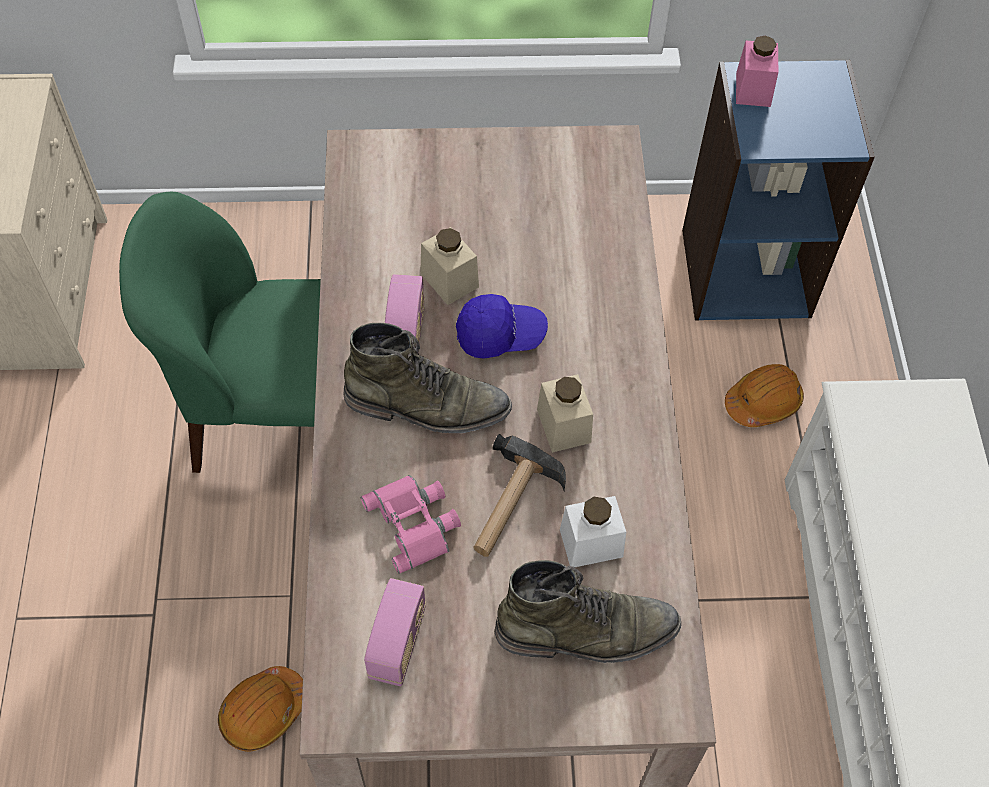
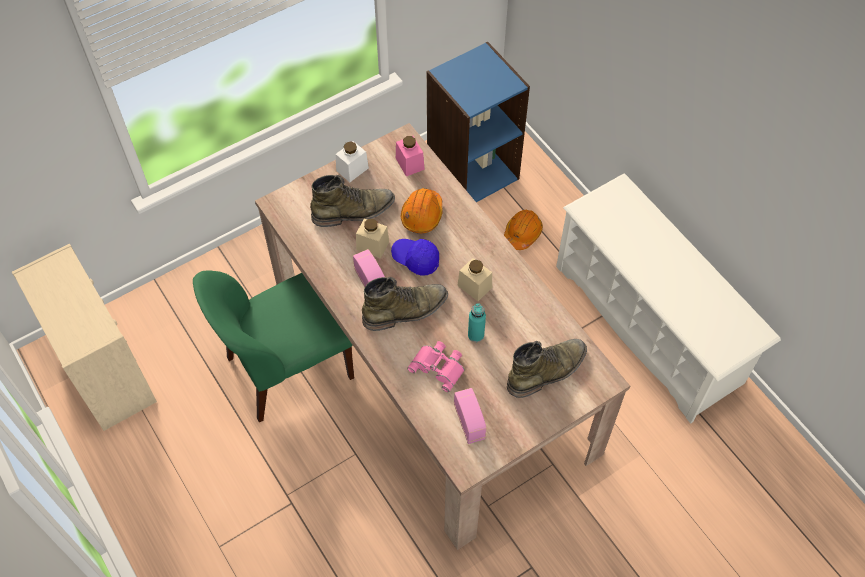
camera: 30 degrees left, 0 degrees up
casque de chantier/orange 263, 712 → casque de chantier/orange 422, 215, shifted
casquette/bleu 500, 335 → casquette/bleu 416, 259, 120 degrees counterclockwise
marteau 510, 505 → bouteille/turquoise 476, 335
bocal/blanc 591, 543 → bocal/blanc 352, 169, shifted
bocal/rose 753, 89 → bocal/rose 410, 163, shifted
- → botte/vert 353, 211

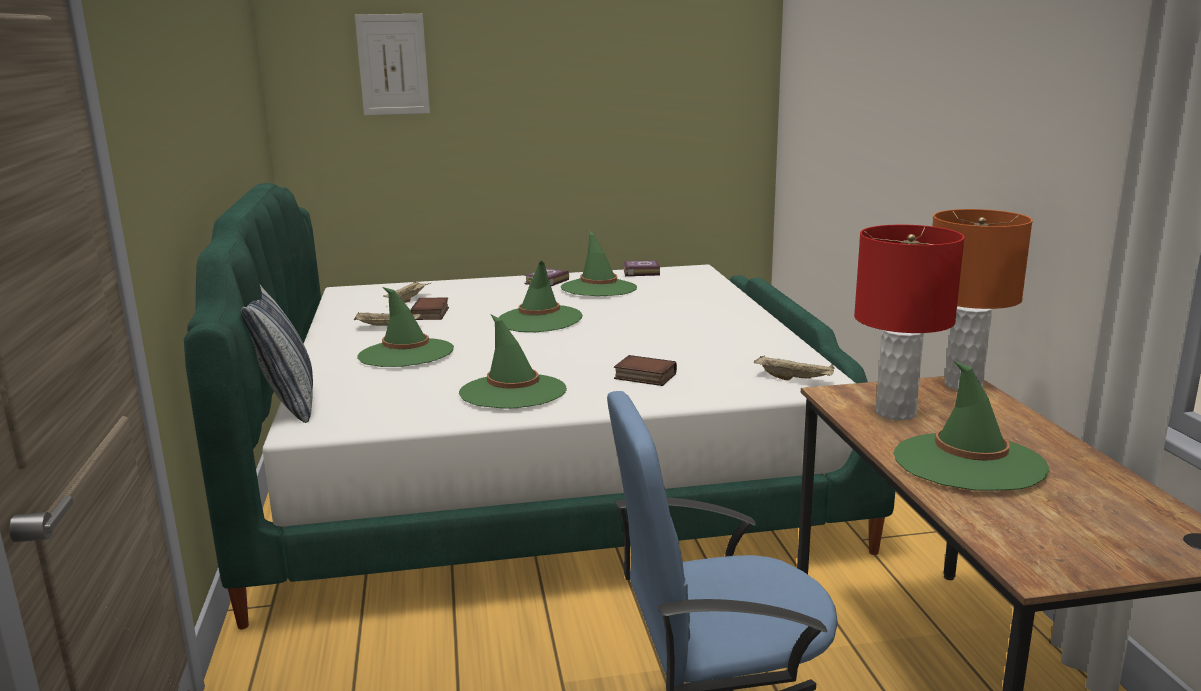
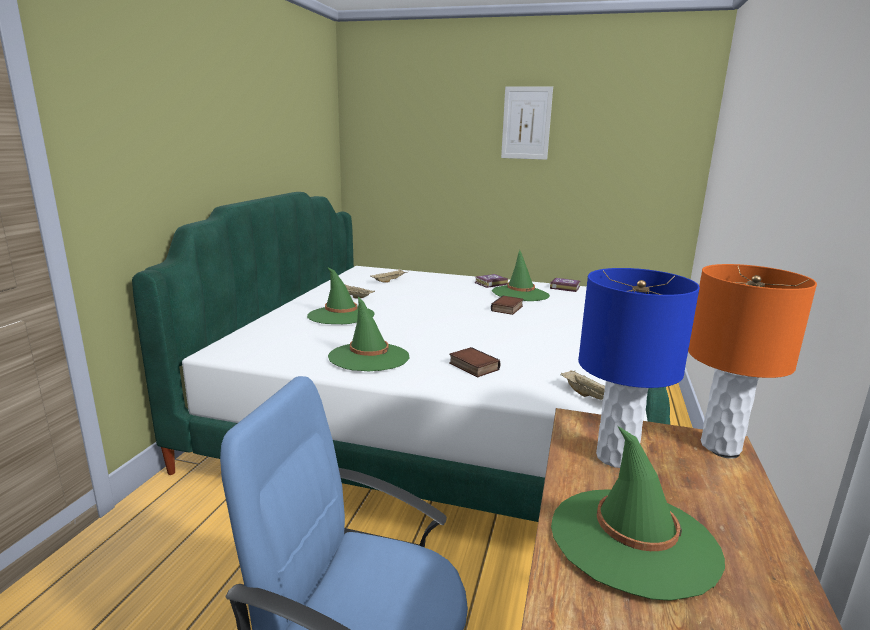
camera: 25 degrees right, 0 degrees up
coussin 288, 403 → -
tableau 393, 64 → tableau 526, 123, shifted
livre 431, 314 → livre 508, 309, shifted
chapeau/vert 539, 320 → -
lampe de table/rouge 894, 413 → lampe de table/bleu 615, 457

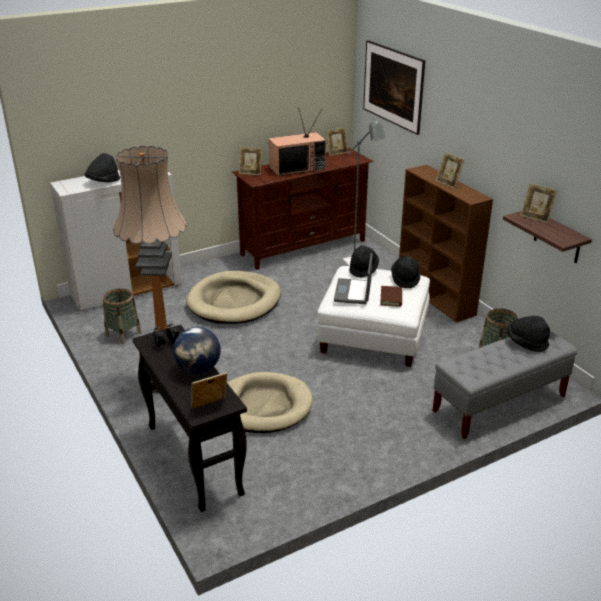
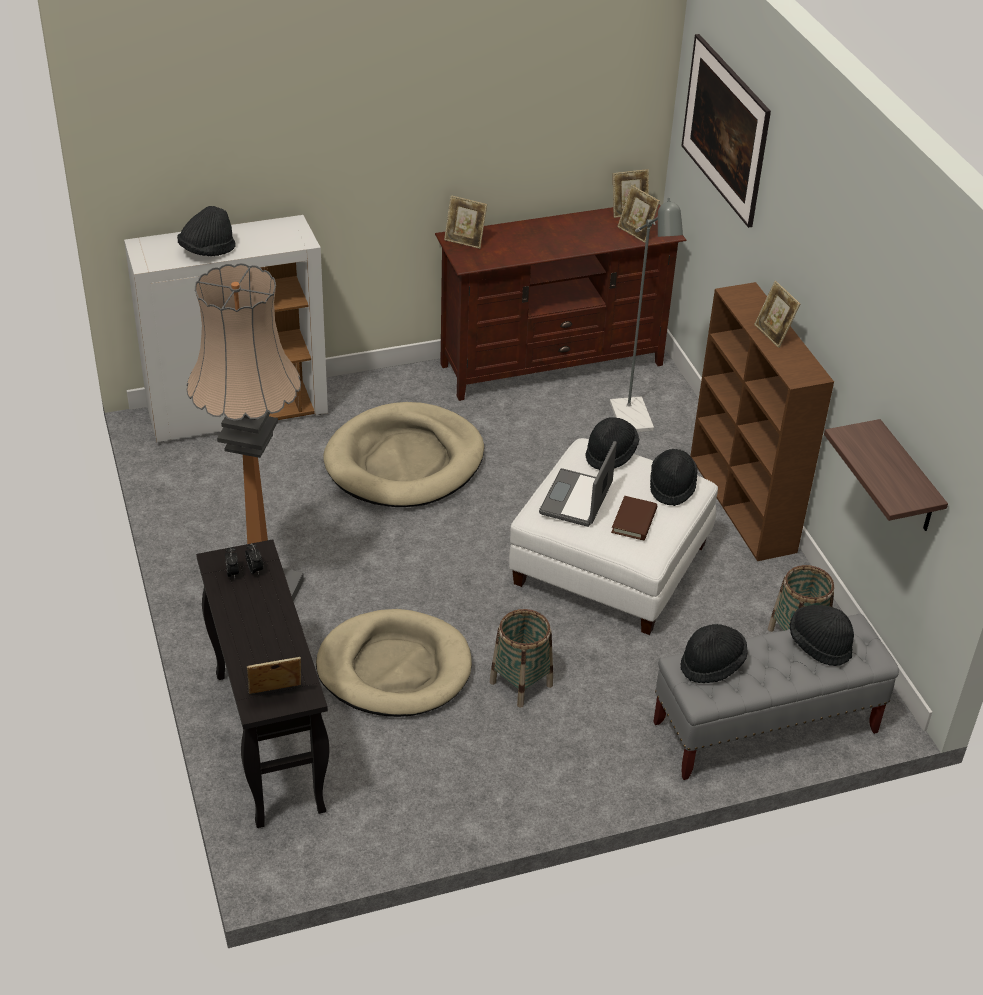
camera: 10 degrees right, 10 degrees up
panier 123, 334 → panier 521, 683, shifted
globe 198, 369 → -
téléviseur 297, 168 → -
cadre photo 536, 217 → cadre photo 636, 232, shifted
- → chapeau/noir 712, 664

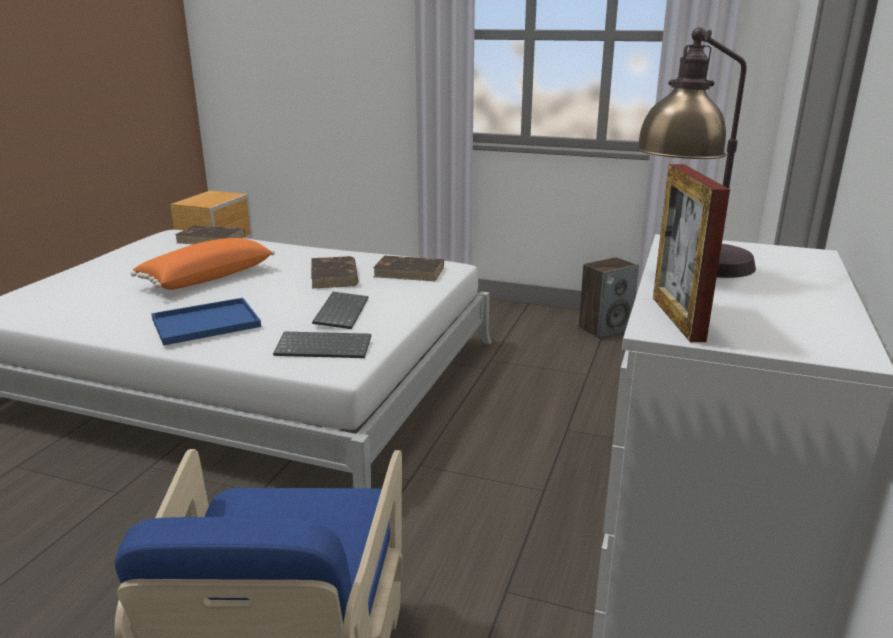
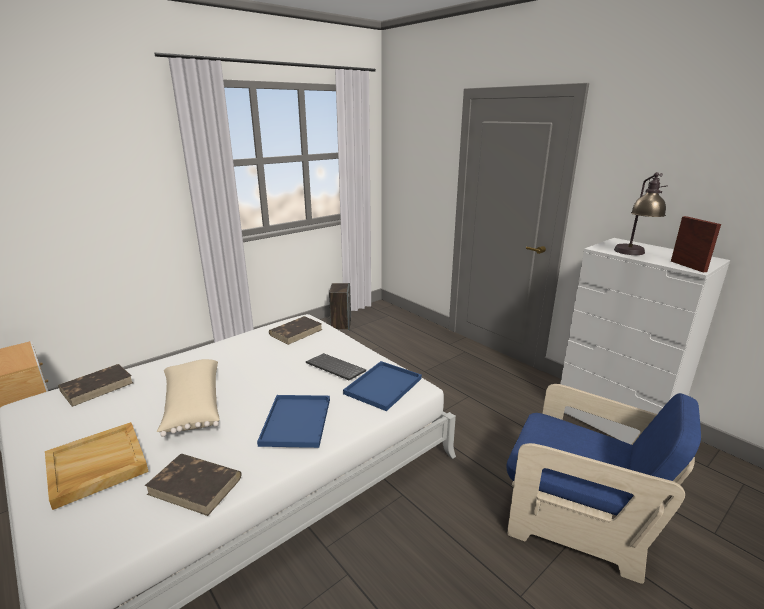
camera: 60 degrees left, 0 degrees up
coussin/orange 206, 278 → coussin/beige 192, 406
clavier 325, 347 → plateau/bleu 383, 385
livre/marron 334, 276 → livre/marron 196, 486, shifted
cadre photo 677, 318 → cadre photo 688, 266, 135 degrees counterclockwise
- → plateau/beige 96, 466

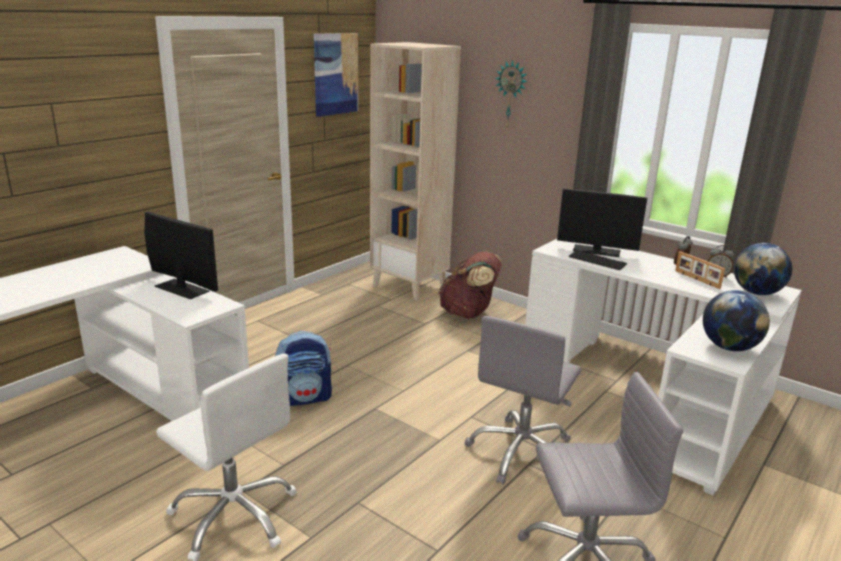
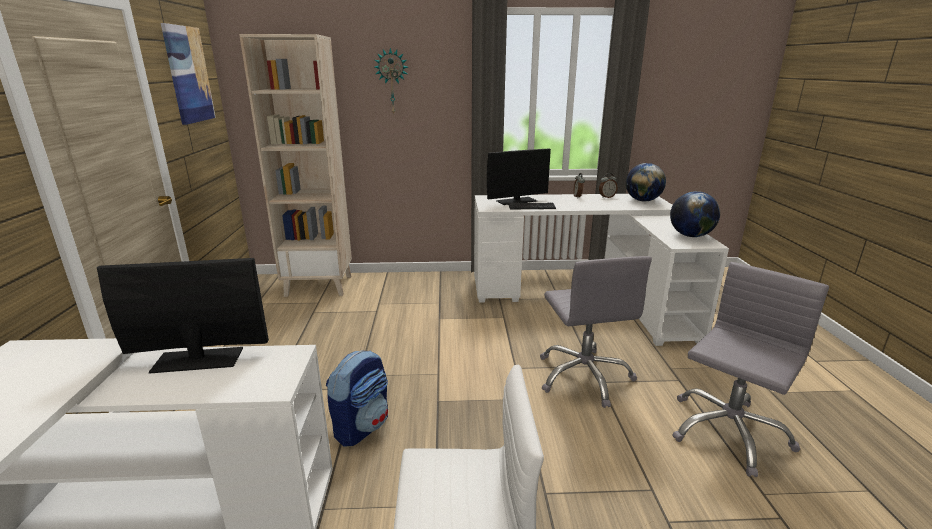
camera: 40 degrees left, 0 degrees up
sac à dos/marron 469, 313 → -
cadre photo 696, 279 → -

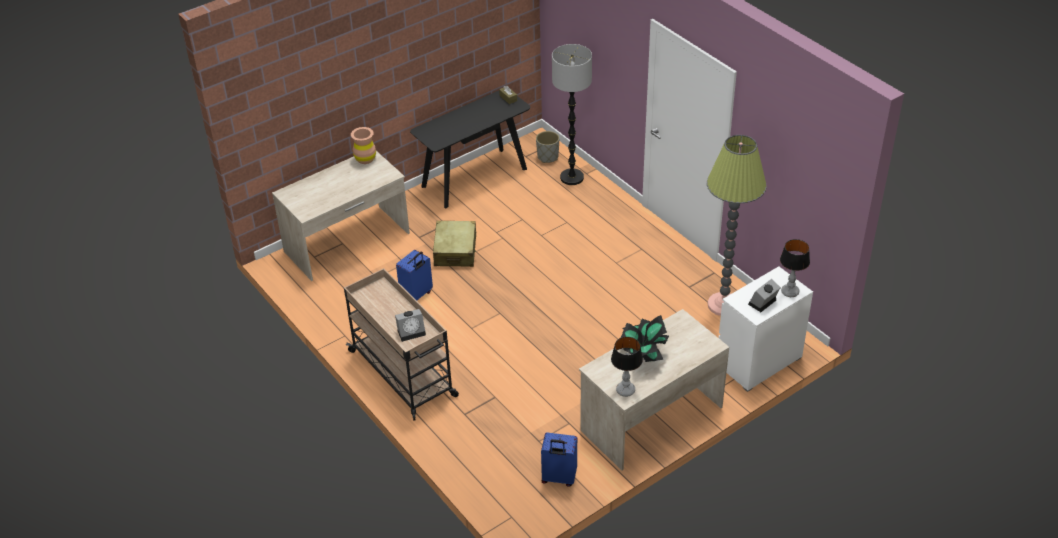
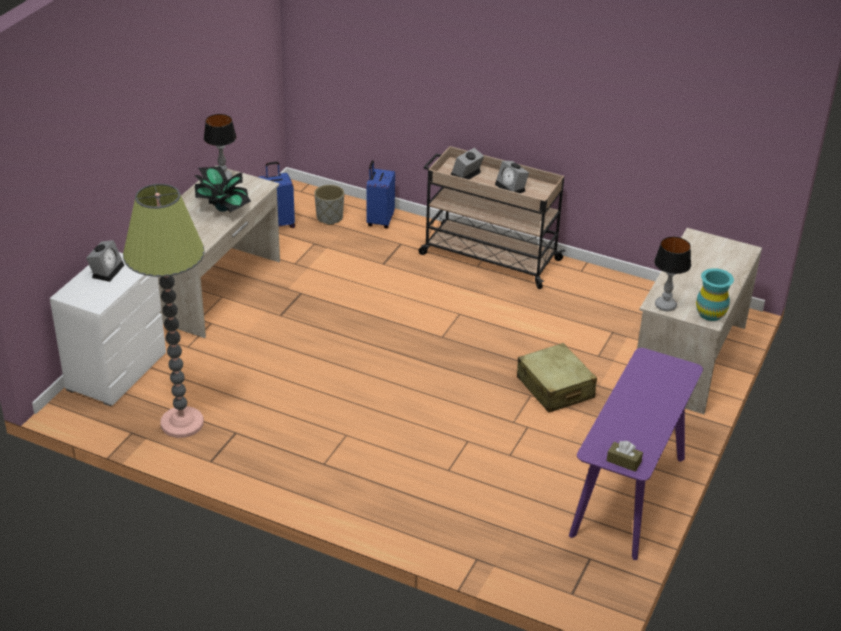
camera: 150 degrees right, 5 degrees down
vase/marron 365, 159 → vase/turquoise 710, 314
valise/bleu 417, 295 → valise/bleu 379, 221, shifted
table console/noir 474, 177 → table console/violet 629, 496
cache-pot/gris 547, 157 → cache-pot/gris 330, 218, shifted
lampadaire 572, 177 → -
lampe de table 789, 292 → lampe de table 666, 305, shifted
- → réveil 512, 188

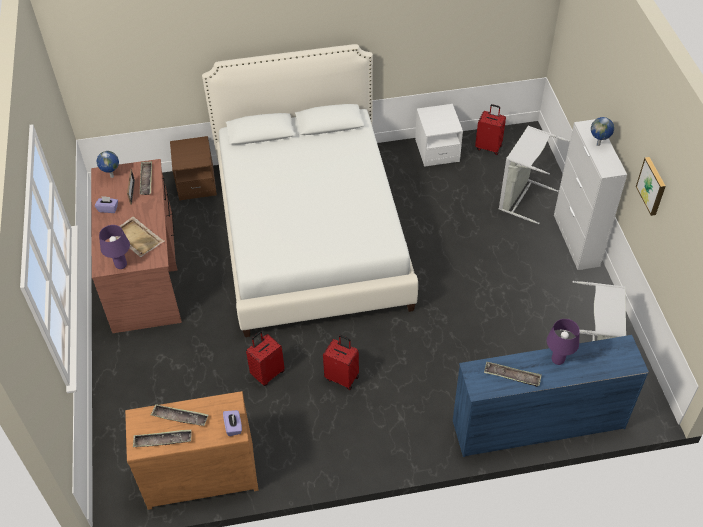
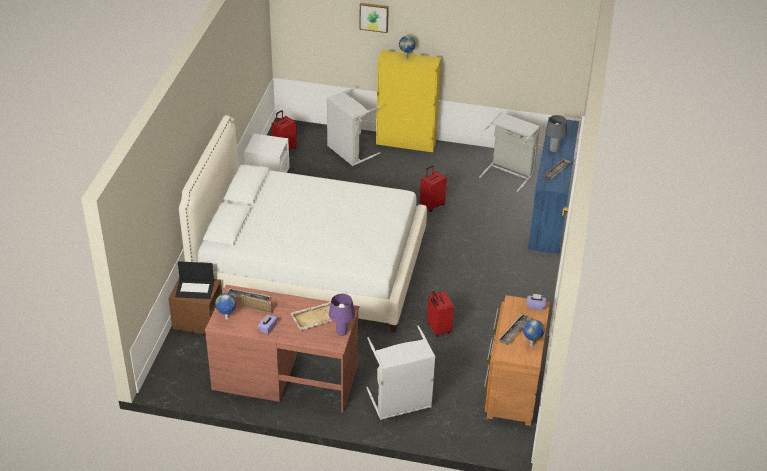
camera: 70 degrees left, 10 degrees down
plateau 163, 440 → globe 531, 344
valise/rouge 342, 377 → valise/rouge 432, 205, shifted
lampe de table/violet 558, 360 → lampe de table/gris 553, 150
meuble de rangement/blanc 576, 240 → meuble de rangement/jaune 406, 143
tableau 652, 186 → tableau 374, 17, shifted
- → ordinateur portable 195, 289
- → panier à linge/gris 400, 403

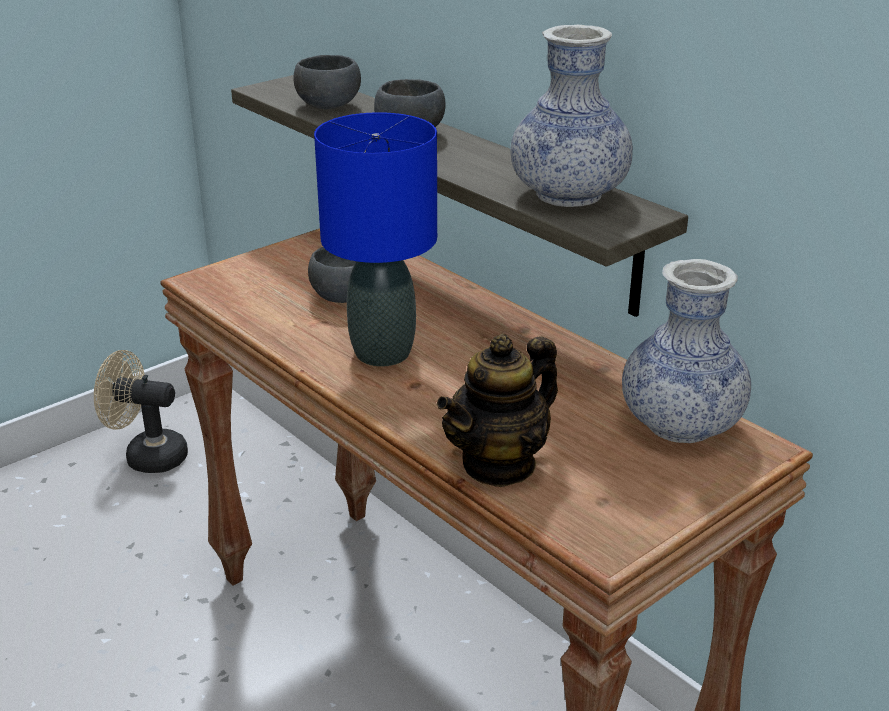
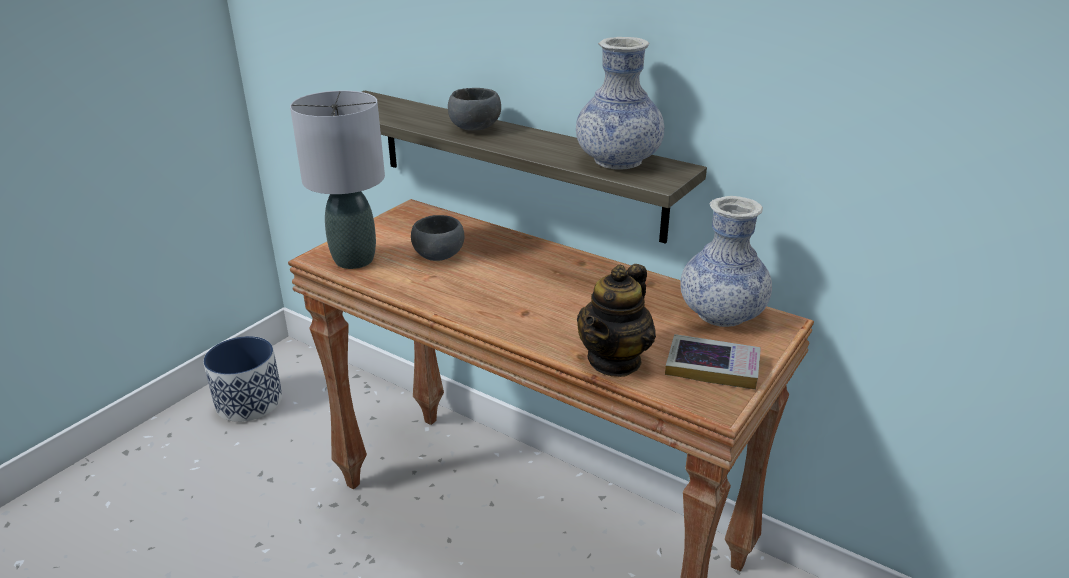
camera: 15 degrees left, 0 degrees up
ventilateur/beige 147, 456 → cache-pot 249, 402
bol/gris 329, 105 → -
lampe de table/bleu 382, 352 → -
- → lampe de table/gris 355, 260
- → livre 712, 367

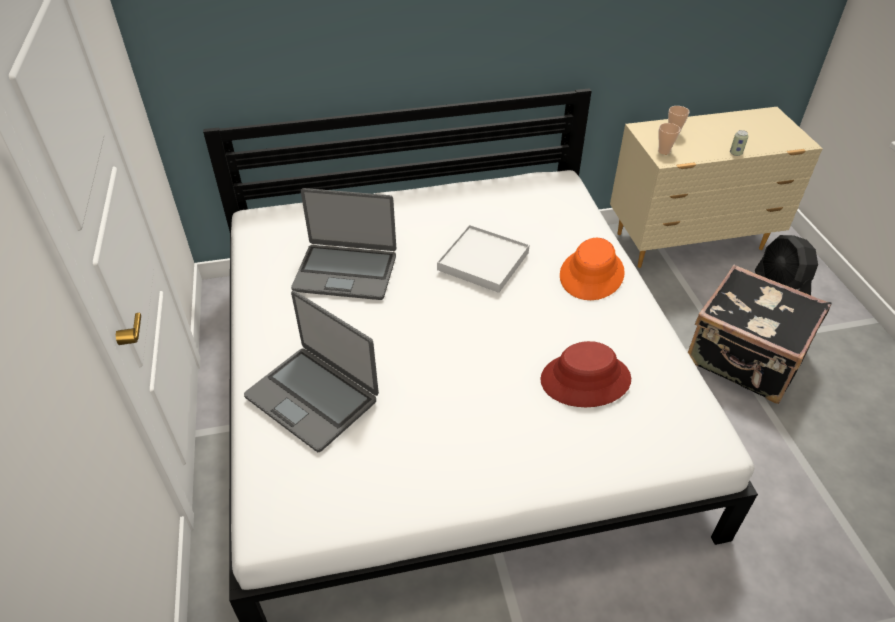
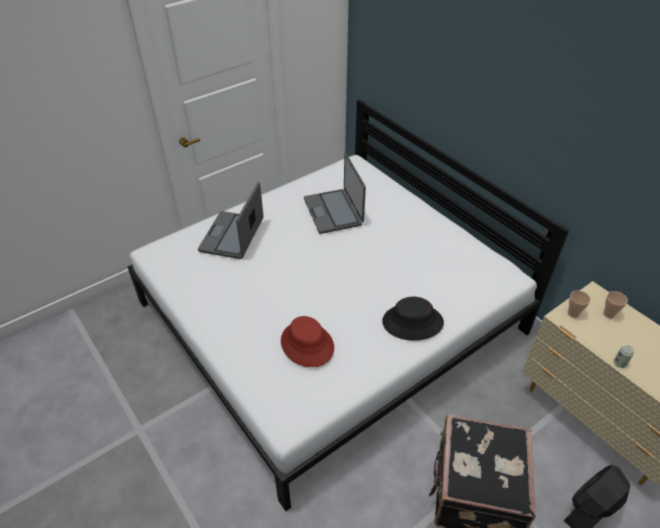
camera: 65 degrees right, 0 degrees up
plateau/blanc 483, 261 → -
chapeau/orange 592, 274 → chapeau/noir 412, 322

